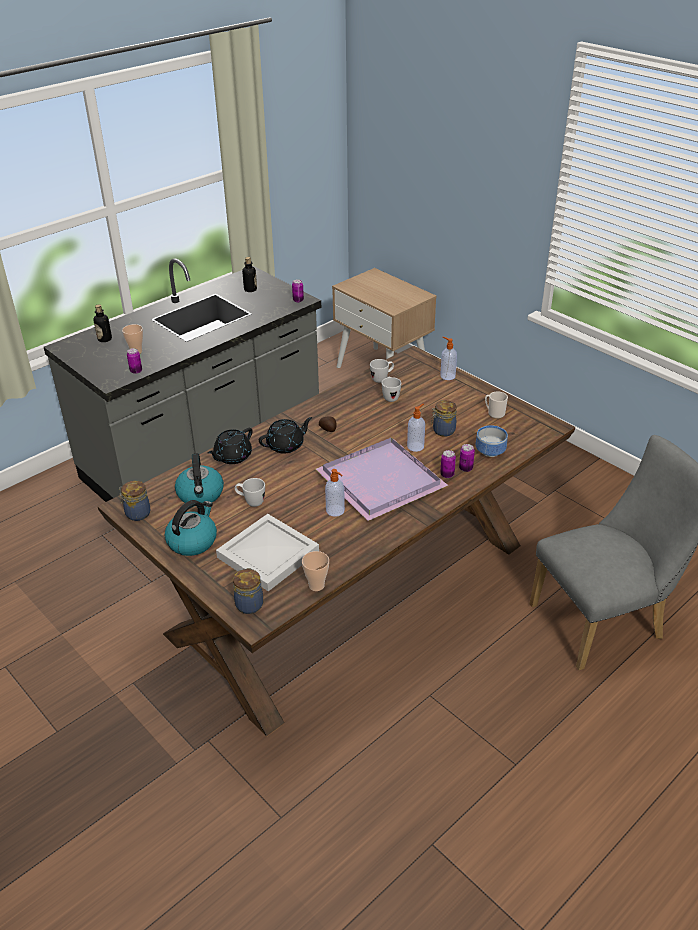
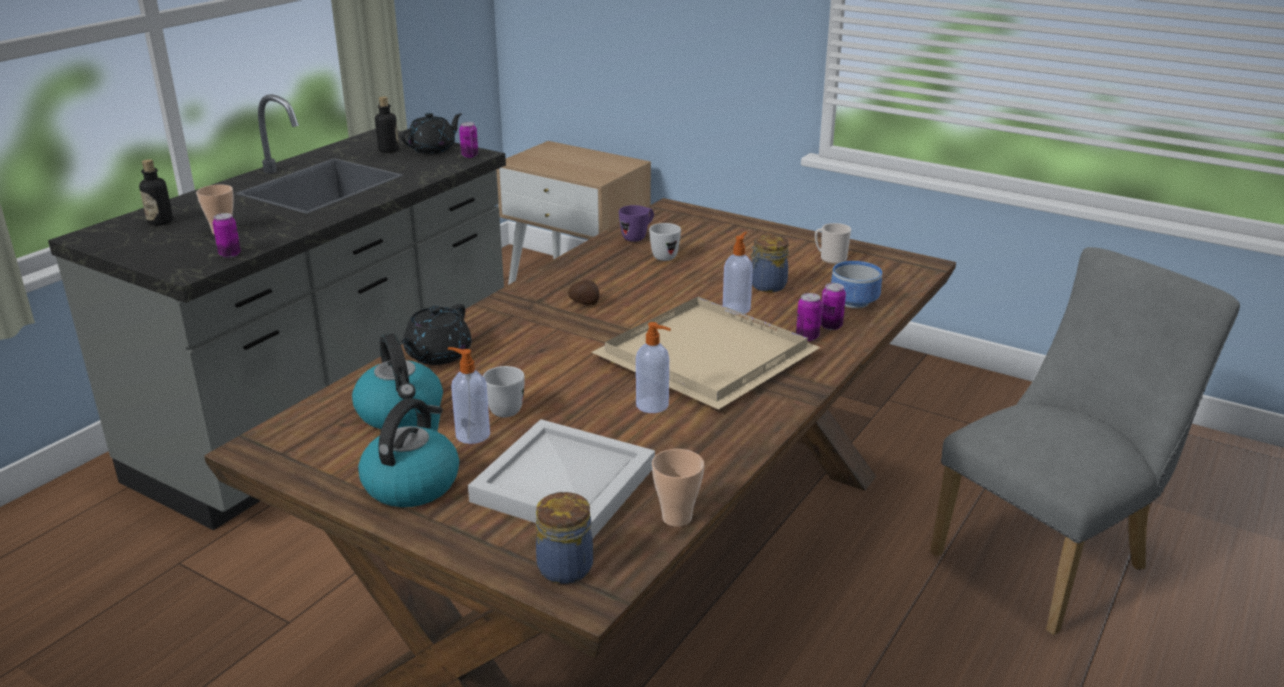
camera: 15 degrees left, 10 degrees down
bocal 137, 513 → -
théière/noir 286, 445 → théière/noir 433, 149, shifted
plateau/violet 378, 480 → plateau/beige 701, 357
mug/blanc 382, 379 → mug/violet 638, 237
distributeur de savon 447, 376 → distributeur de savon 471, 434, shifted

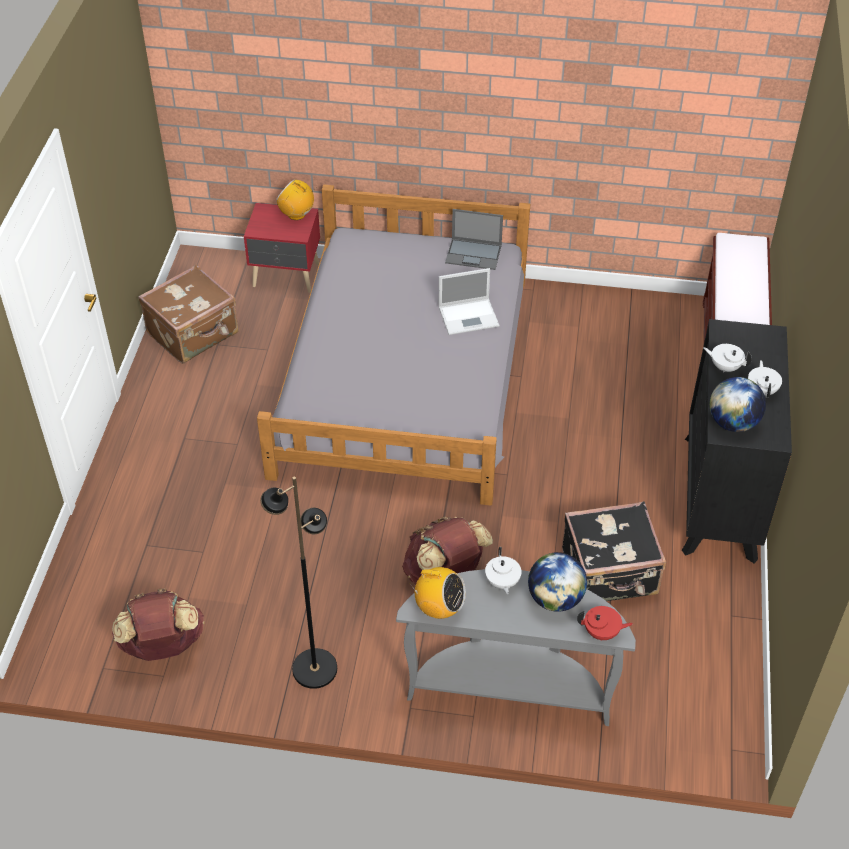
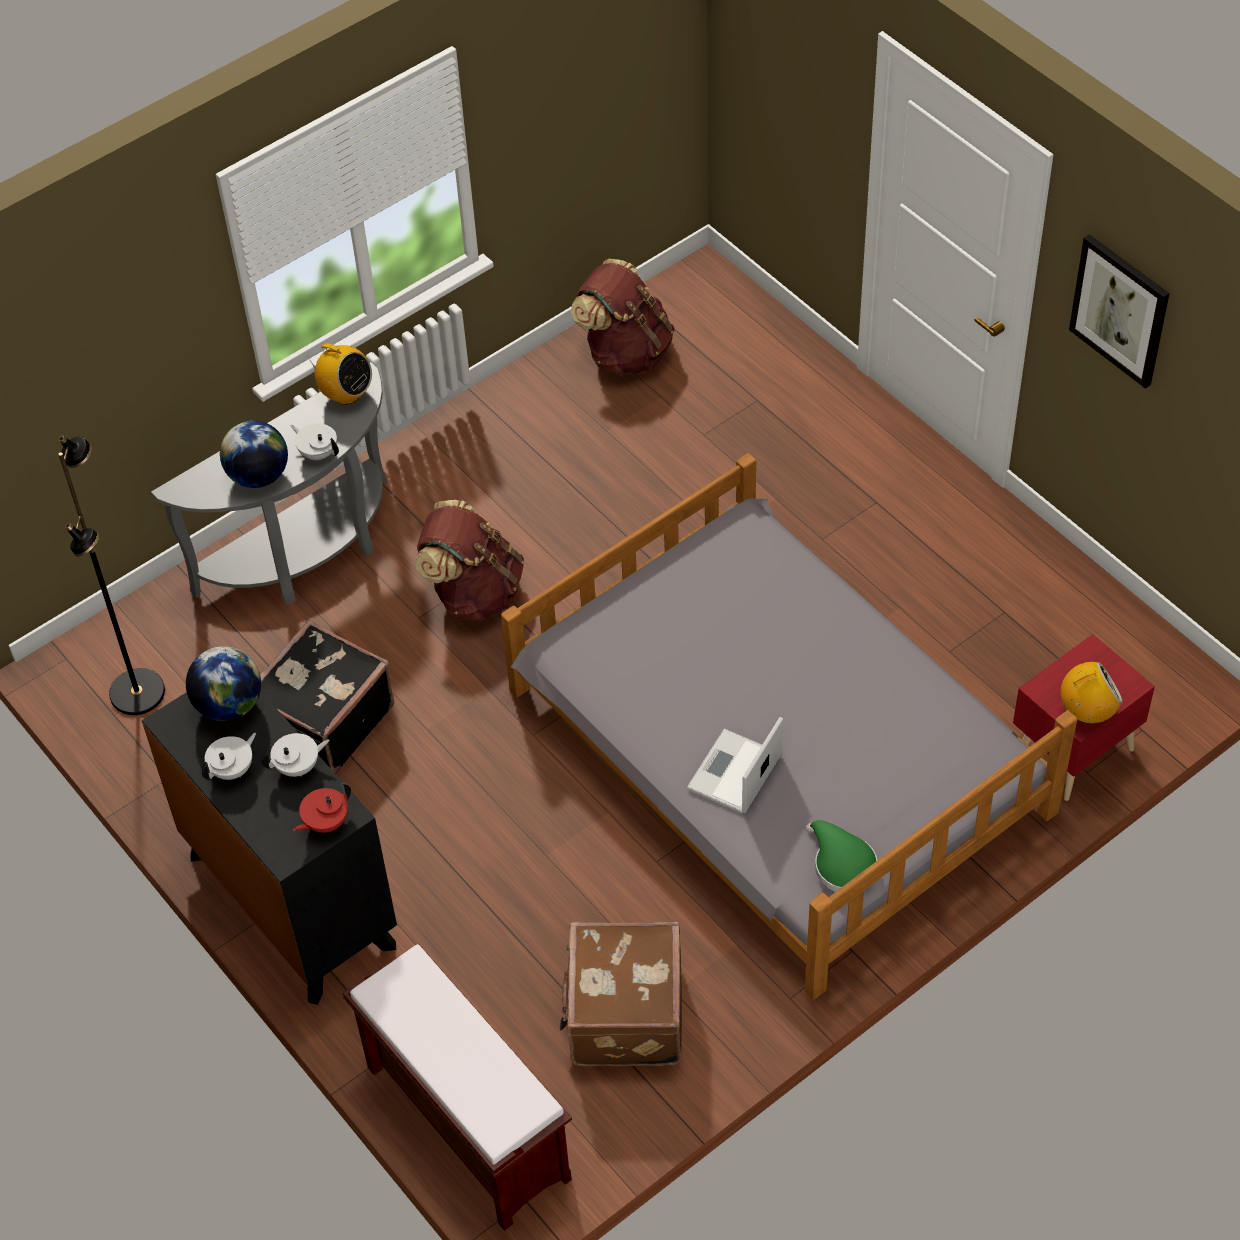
camera: 135 degrees right, 5 degrees up
valise/marron 194, 334 → valise/marron 623, 1015, shifted
lampadaire/noir 314, 668 → lampadaire/noir 139, 692, shifted
radio 439, 608 → radio 346, 394, 120 degrees counterclockwise
ordinateur portable 474, 254 → chapeau/vert 841, 864
théière/rouge 602, 632 → théière/rouge 325, 822, shifted
théière/blanc 762, 390 → théière/blanc 233, 769, 90 degrees counterclockwise
- → tableau 1120, 310

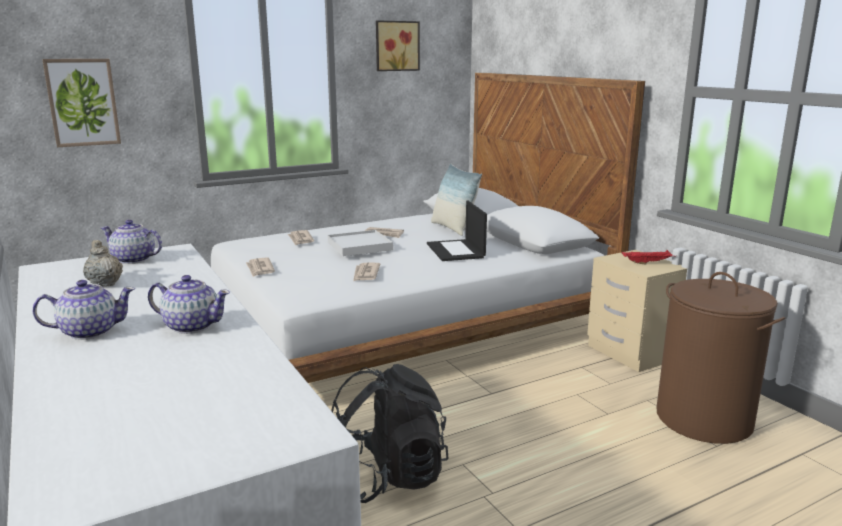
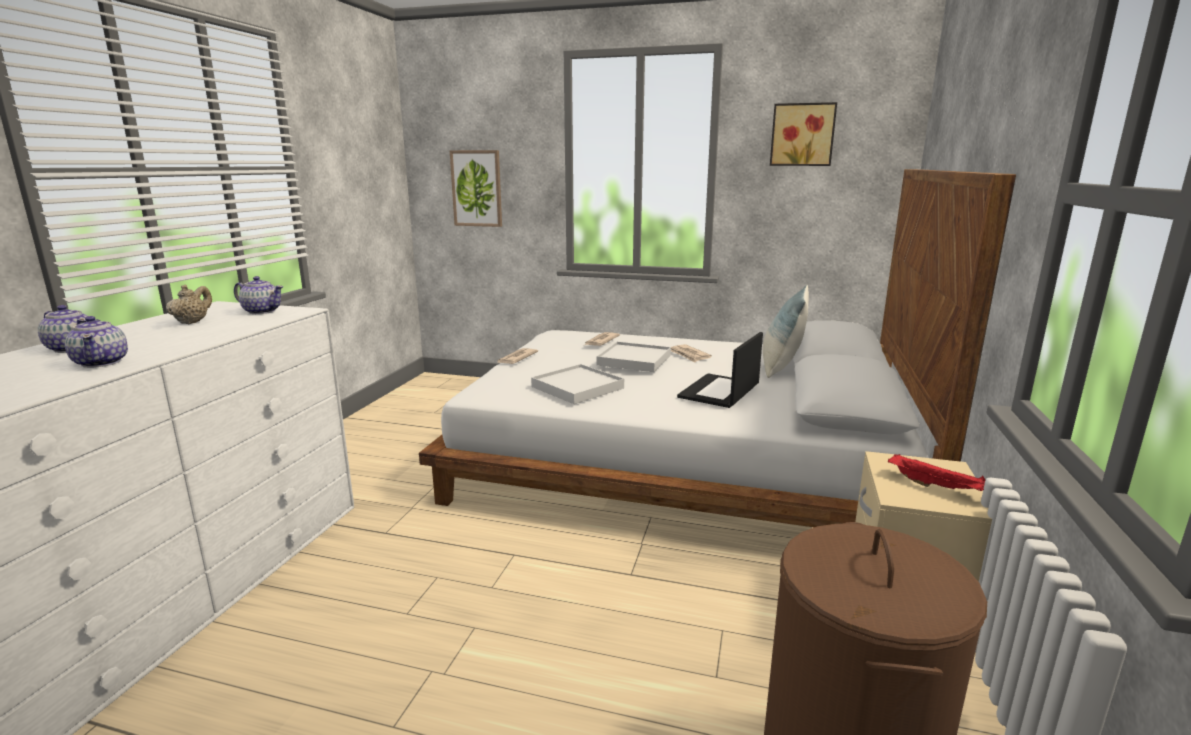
camera: 45 degrees right, 0 degrees up
théière 134, 260 → théière 262, 311, 135 degrees clockwise
sac à dos/noir 387, 478 → -
journal 365, 274 → plateau/blanc 577, 387

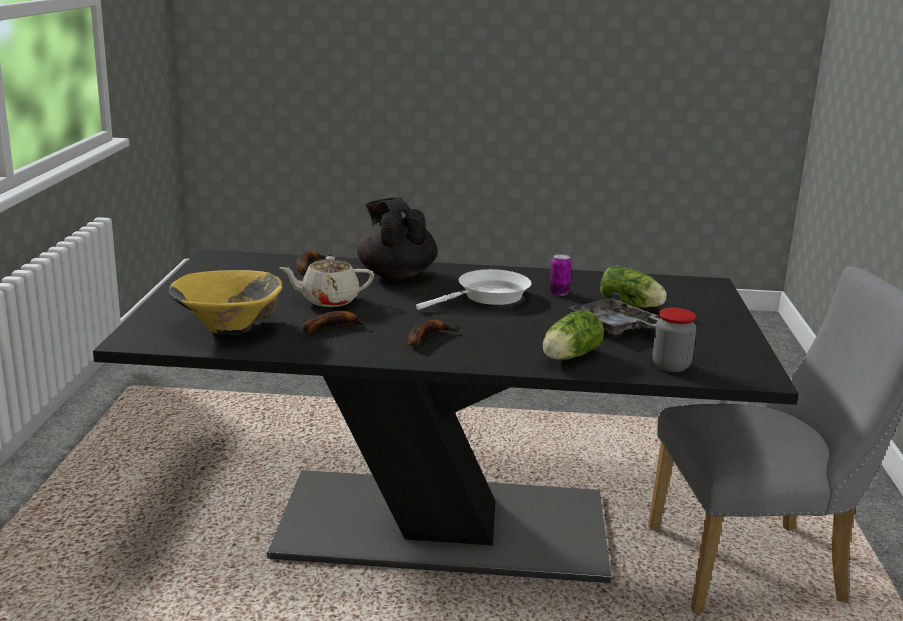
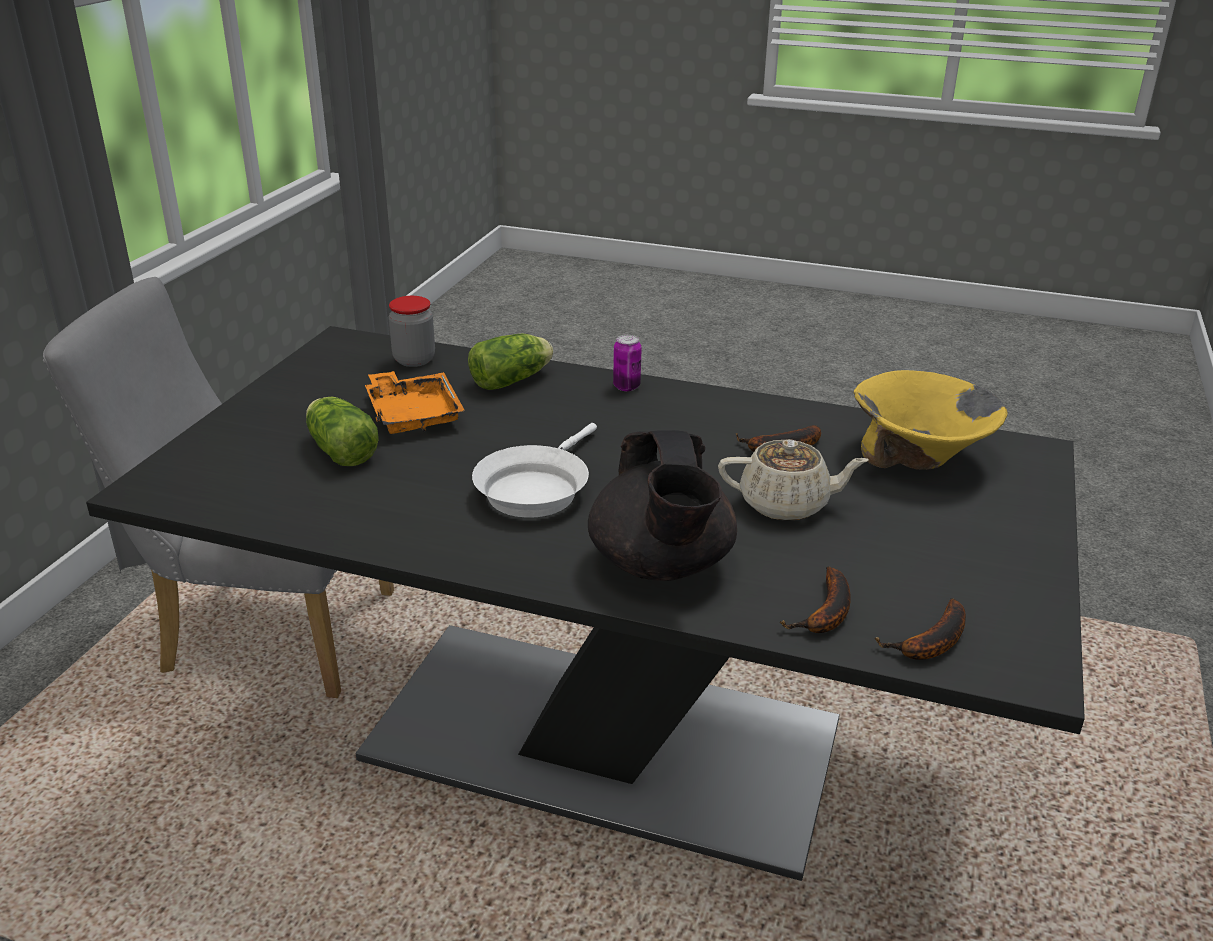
camera: 165 degrees left, 10 degrees up
banane 427, 337 → banane 931, 643, shifted
poêle/blanc 488, 297 → poêle/blanc 535, 489, 45 degrees counterclockwise
boîte métallique 559, 293 → boîte métallique 626, 386, shifted
plateau/gris 614, 328 → plateau/orange 413, 414

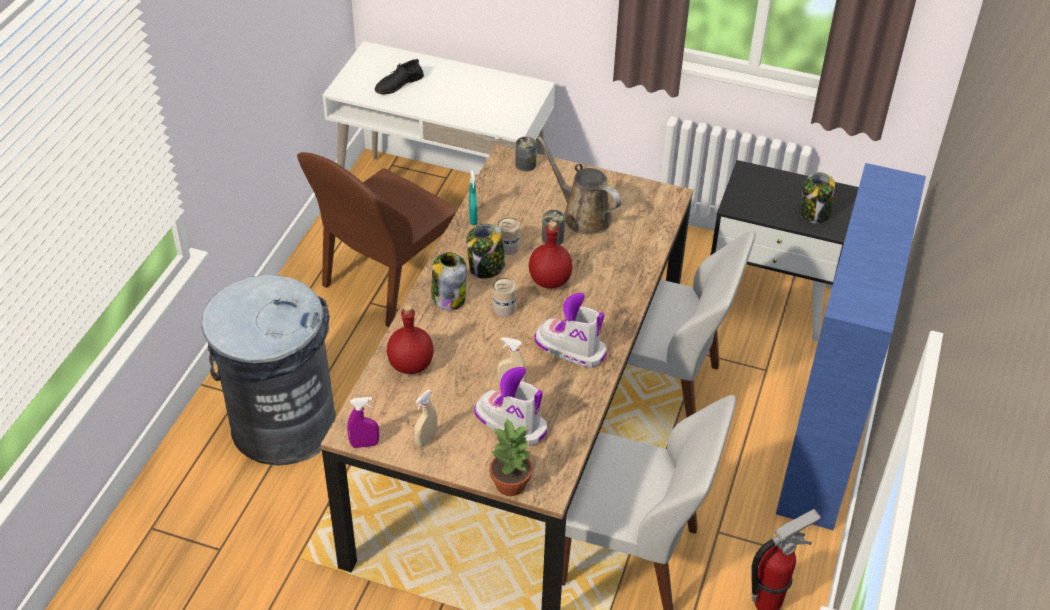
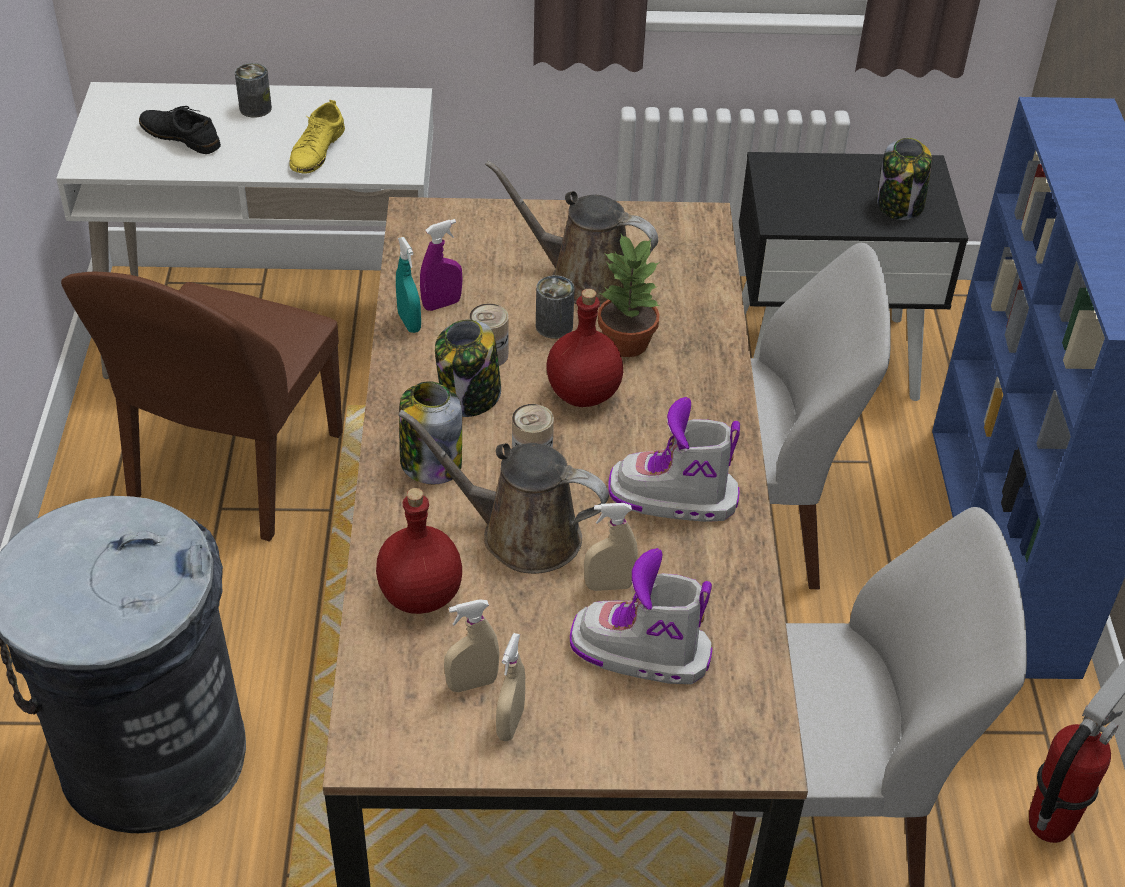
camera: 20 degrees left, 0 degrees up
vaporisateur/violet 364, 444 → vaporisateur/violet 442, 304, shifted
chaussure/noir 399, 84 → chaussure/noir 180, 136, 90 degrees clockwise
plante en pot 511, 483 → plante en pot 627, 342, shifted
boîte métallique 525, 164 → boîte métallique 255, 108, shifted
- → chaussure/jaune 317, 150
- → arrosoir/marron 521, 534
- → vaporisateur/beige 472, 683

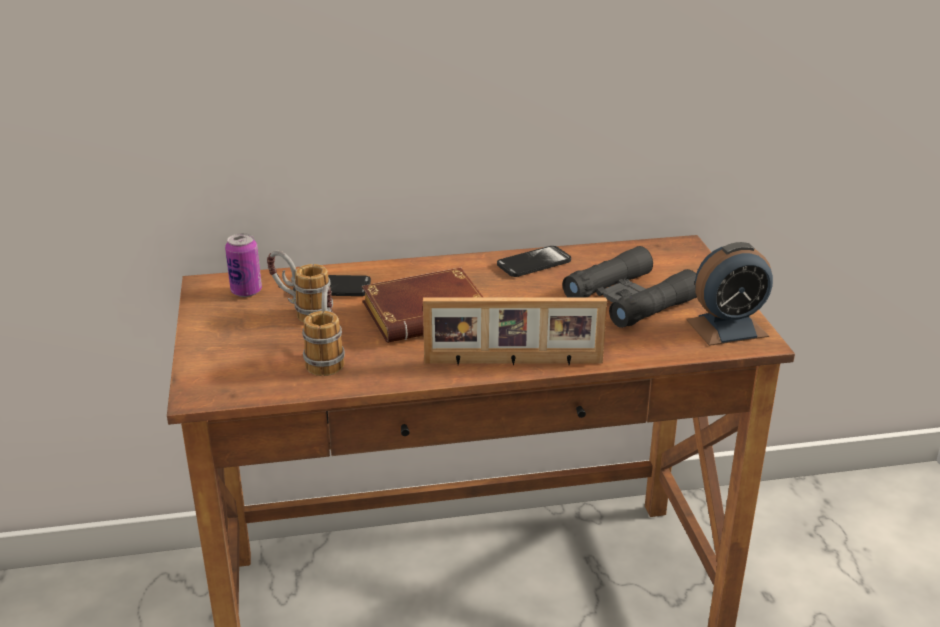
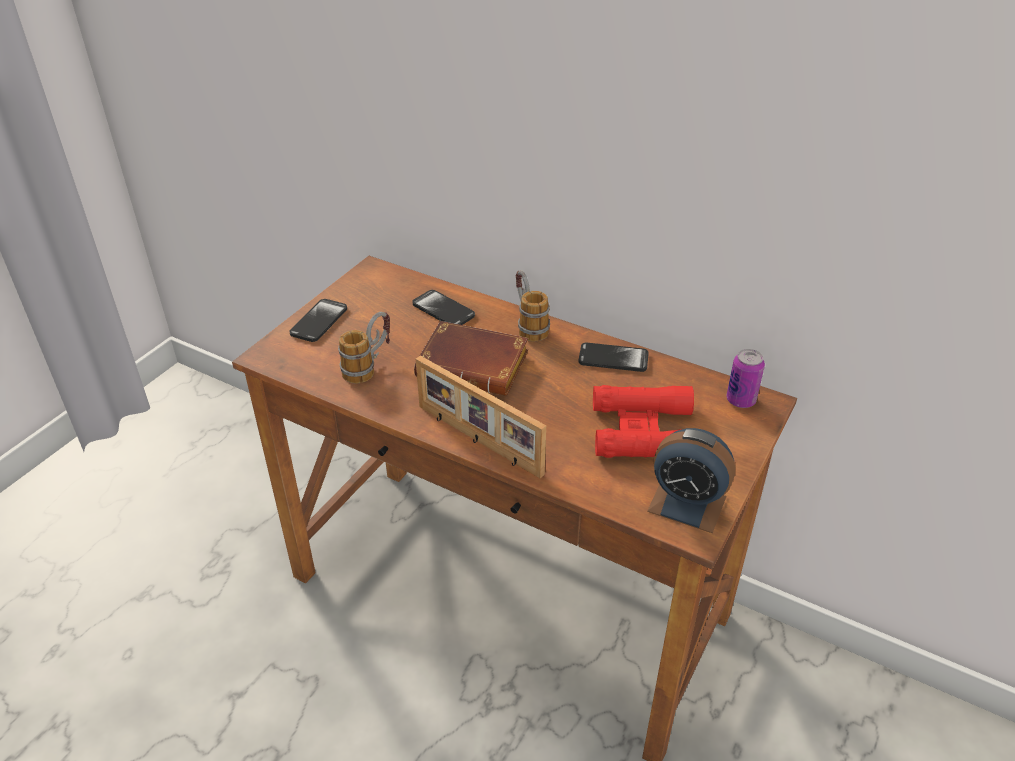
camera: 40 degrees right, 10 degrees up
boîte métallique 246, 291 → boîte métallique 740, 400, shifted
mug 300, 311 → mug 528, 324, shifted
jumelles/noir 630, 299 → jumelles/rouge 643, 432
- → téléphone 319, 321

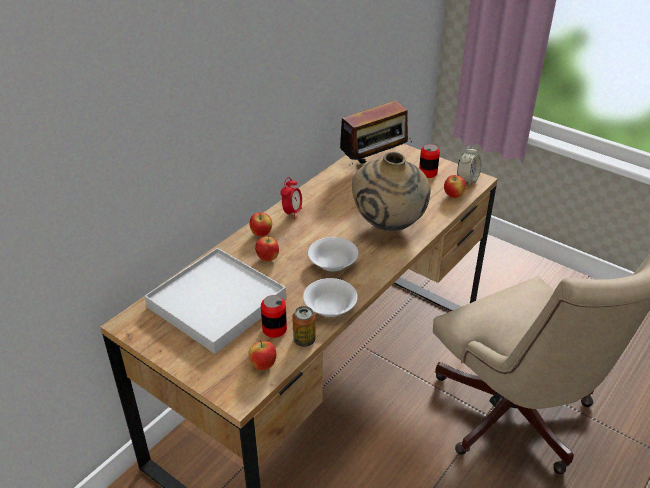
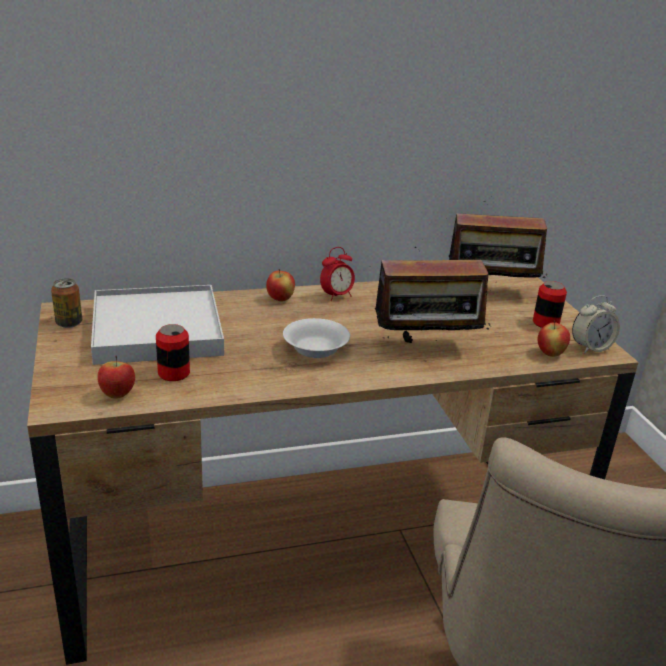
camera: 35 degrees right, 10 degrees down
pomme 267, 258 → -
boîte métallique 304, 340 → boîte métallique 69, 323, shifted
bol/blanc 330, 306 → -
vase/beige 388, 226 → radio 426, 347

